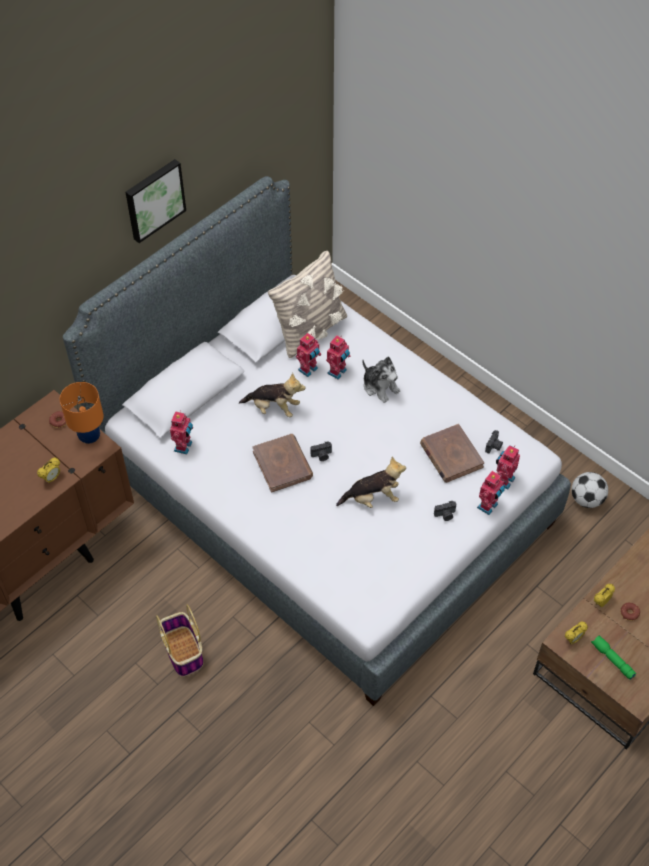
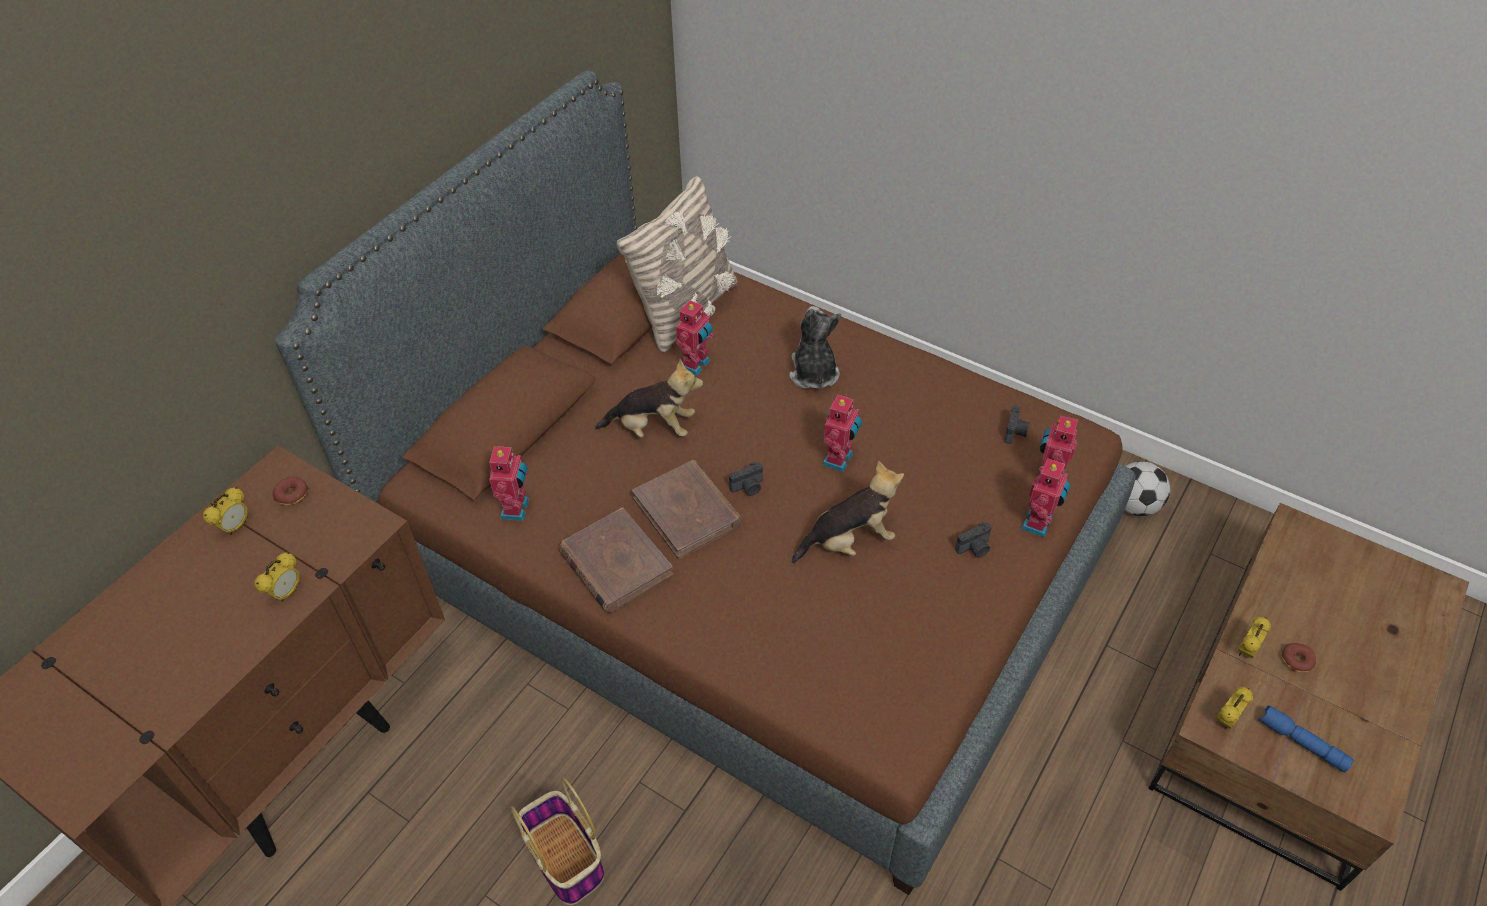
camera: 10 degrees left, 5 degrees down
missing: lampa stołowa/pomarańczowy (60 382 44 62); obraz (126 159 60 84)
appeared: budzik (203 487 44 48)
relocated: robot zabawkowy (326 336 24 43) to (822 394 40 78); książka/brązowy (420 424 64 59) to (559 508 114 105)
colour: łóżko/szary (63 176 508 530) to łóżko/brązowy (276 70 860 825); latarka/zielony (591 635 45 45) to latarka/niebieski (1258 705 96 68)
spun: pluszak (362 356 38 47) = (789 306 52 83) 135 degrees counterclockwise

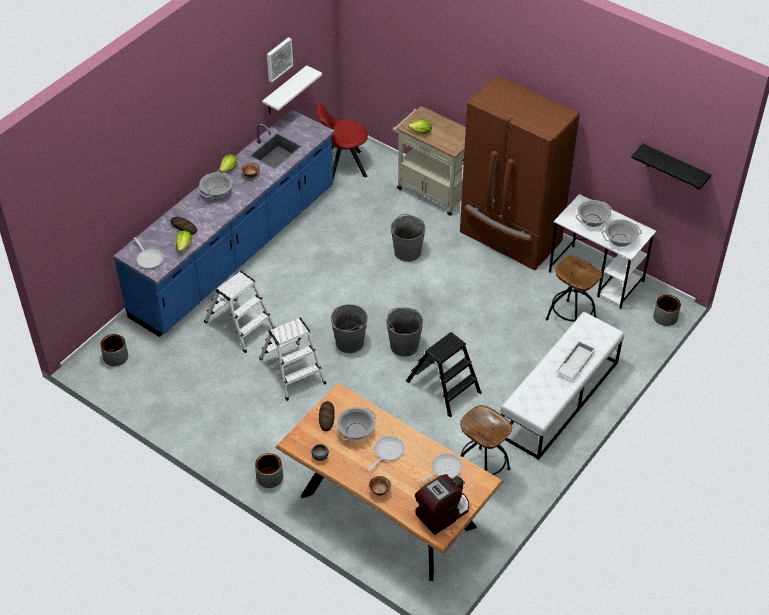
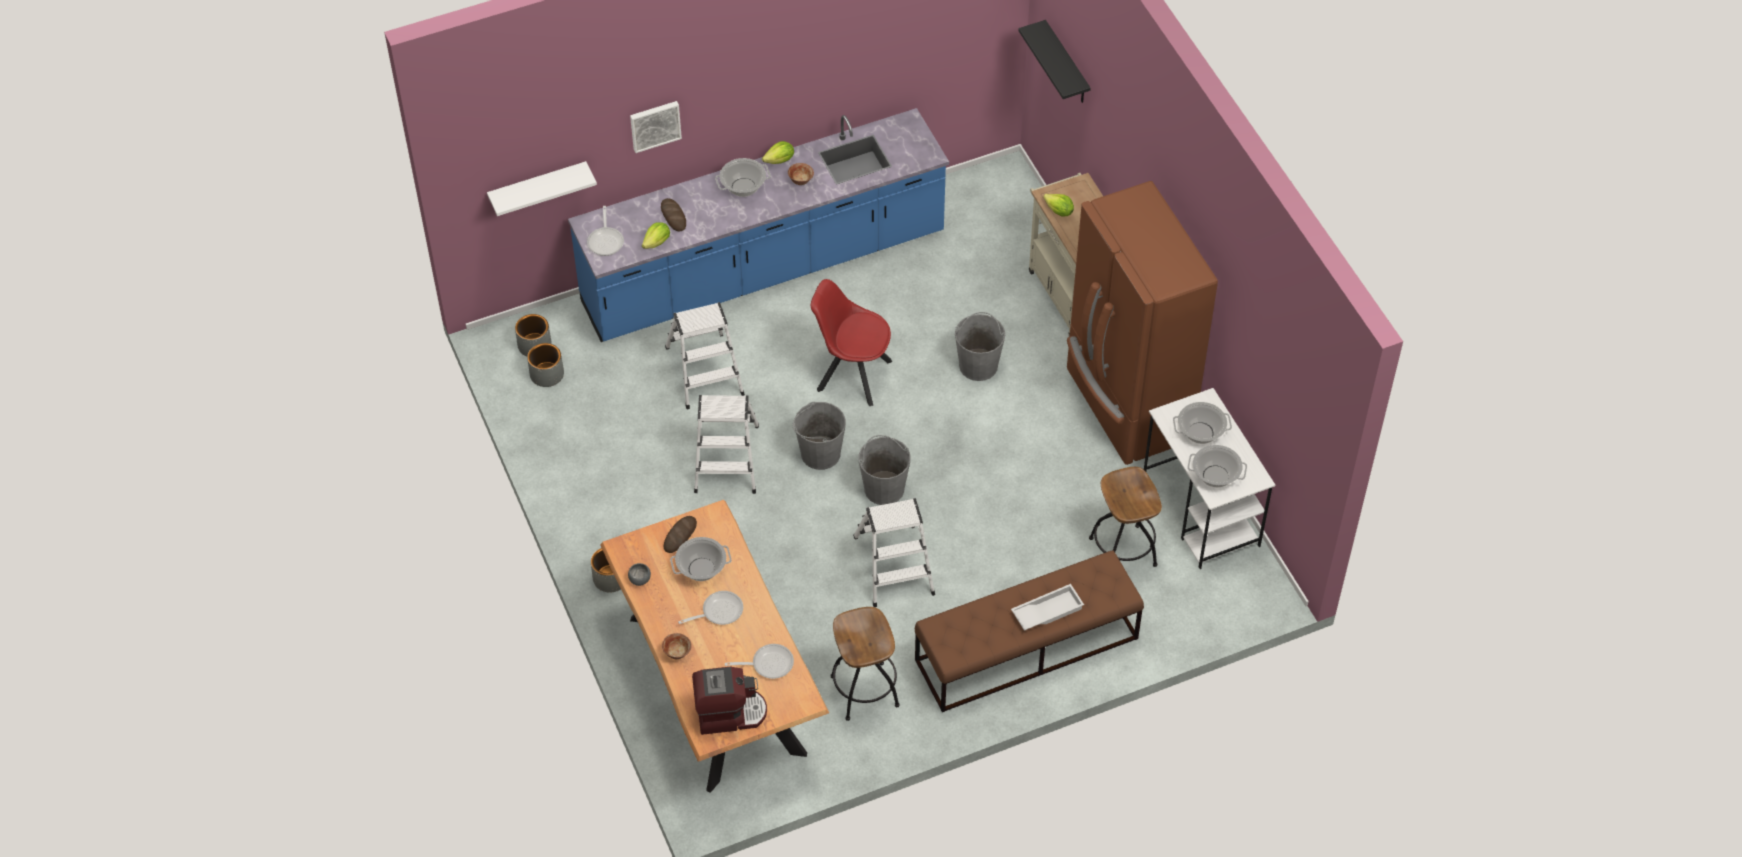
camera: 30 degrees right, 5 degrees up
relocated: półka/biały (262 65 60 49) to (487 161 110 55); obraz (267 37 26 45) to (630 101 52 52); krzesło/czerwony (316 104 52 76) to (811 279 81 127); półka/czarny (631 144 80 45) to (1019 20 72 83); donica/szary (653 295 28 31) to (527 343 37 44)
colour: drabinka/czarny (406 332 76 85) to drabinka/biały (853 498 82 109); ławka/biały (500 312 124 148) to ławka/brązowy (915 551 229 161)

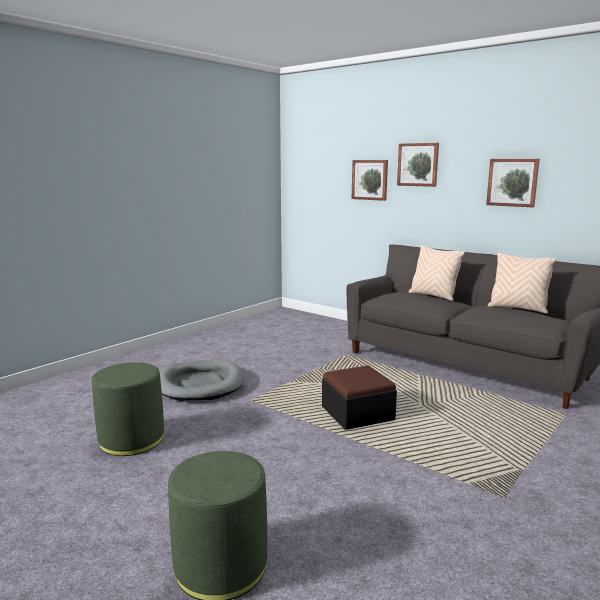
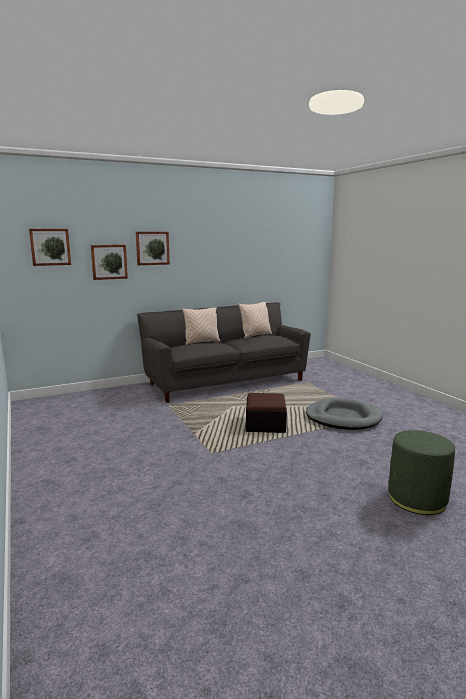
camera: 65 degrees left, 0 degrees up
missing: pufa/zielony (92 362 72 94)
relocated: legowisko/szary (160 360 84 41) to (306 397 77 33); obraz (486 159 54 48) to (29 229 42 37)

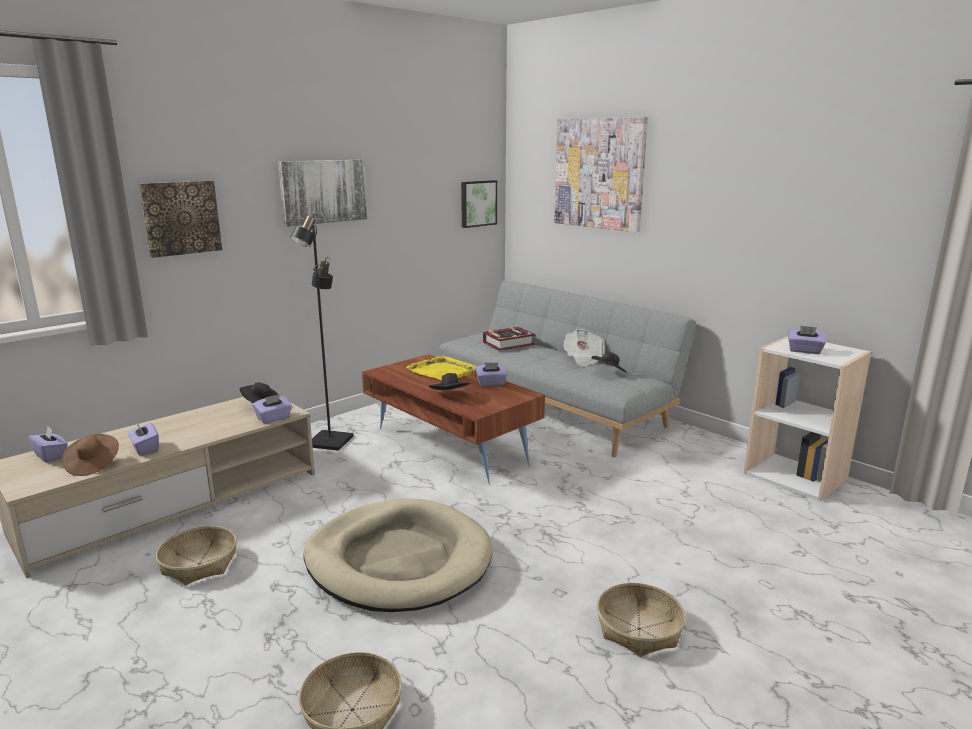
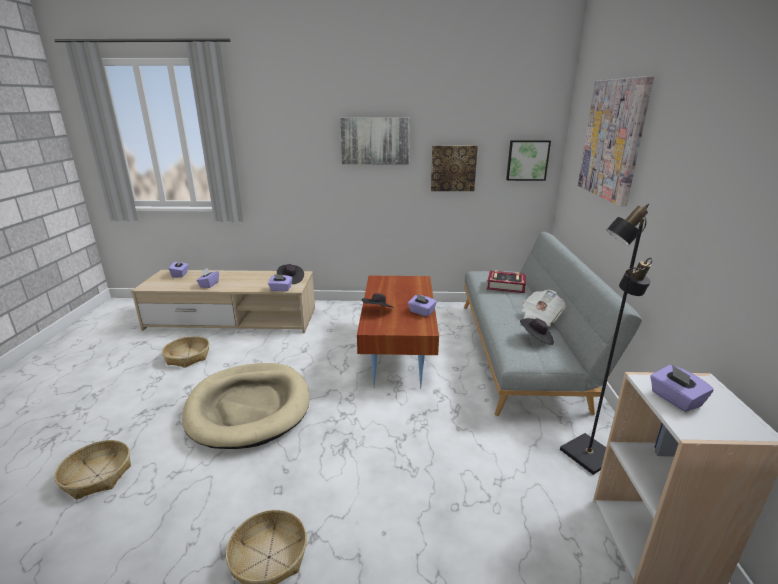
camera: 45 degrees right, 5 degrees up
missing: kapelusz/brązowy (62 434 57 42); taca/żółty (406 355 70 25)
relocated: obraz (139 181 83 77) to (431 145 47 46); lampa stojąca/czarny (290 213 63 238) to (560 203 93 272)

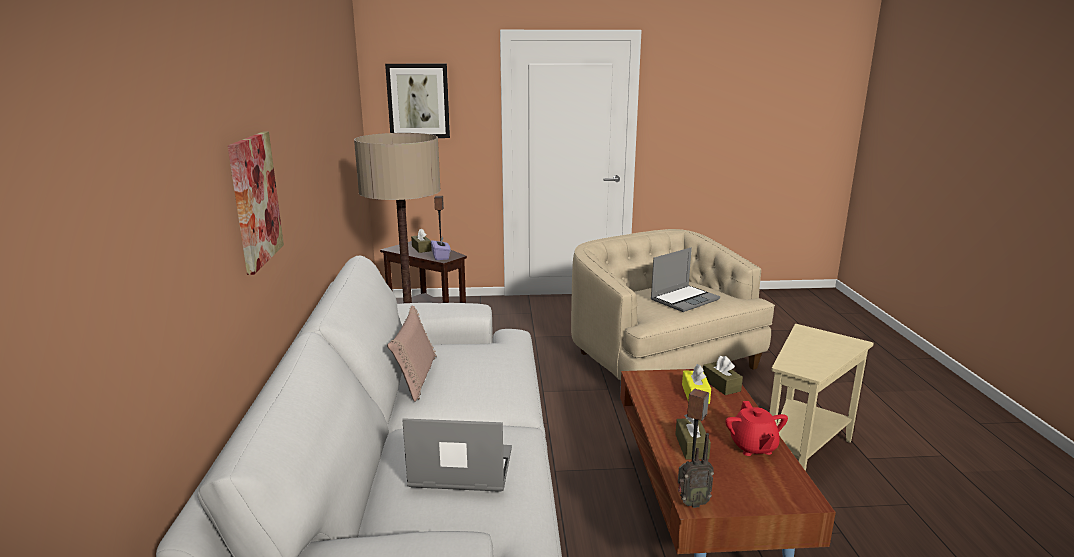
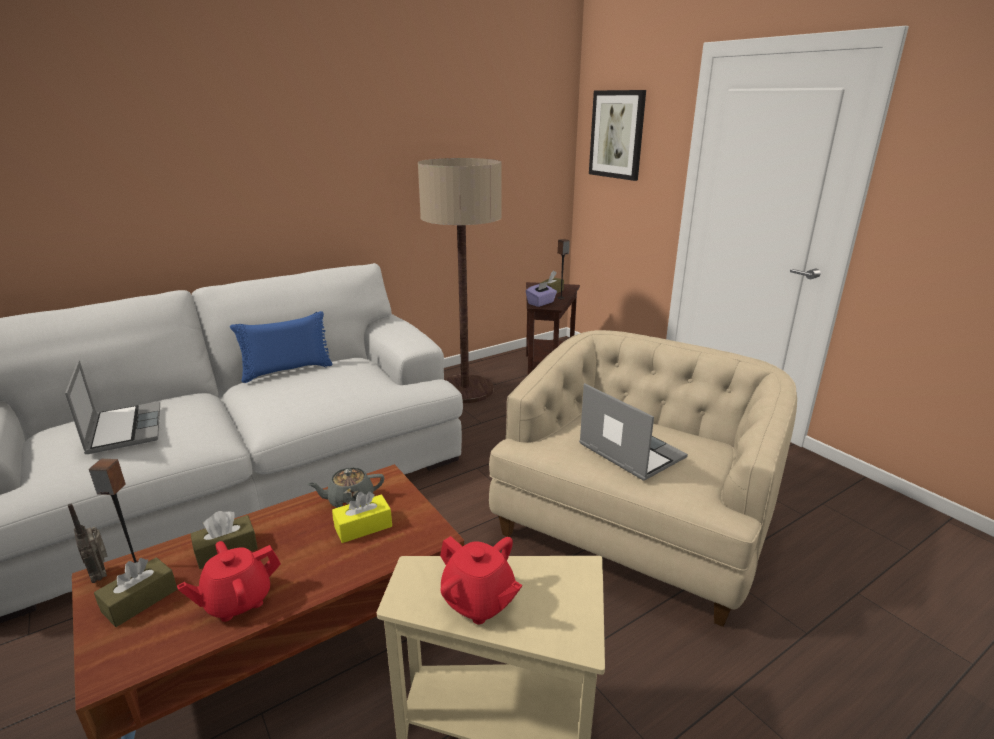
camera: 60 degrees right, 5 degrees up
missing: obraz (227 132 57 143)
appeared: imbryk/szary (307 467 77 41); imbryk/czerwony (440 536 82 88)
relocated: pudełko chusteczek/brązowy (703 356 40 39) to (94 557 83 70)
colour: poduszka/beżowy (387 306 50 95) to poduszka/niebieski (230 311 102 72)
spun: laptop (651 248 69 64) = (579 383 109 98) 150 degrees counterclockwise

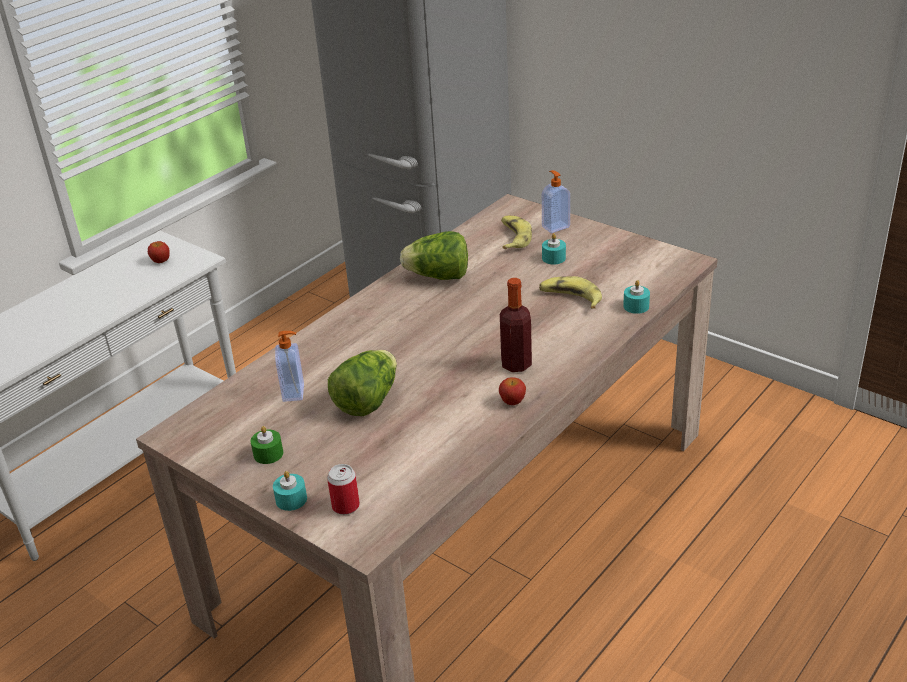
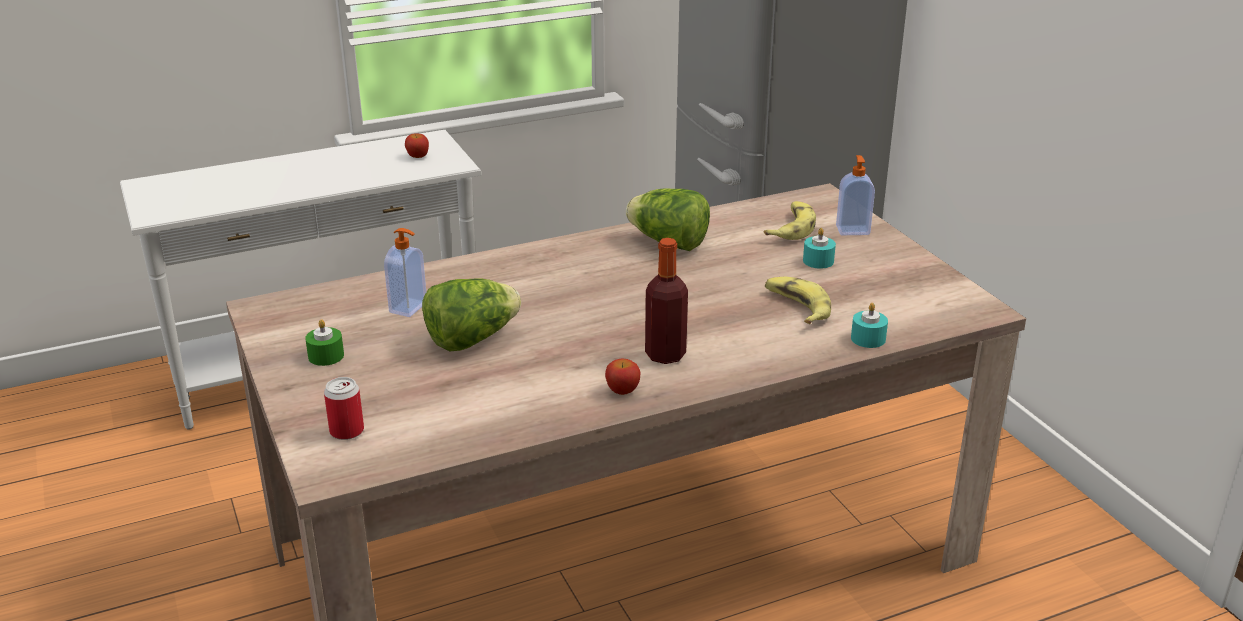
camera: 25 degrees right, 5 degrees down
missing: świeca/turkusowy (273 471 34 40)

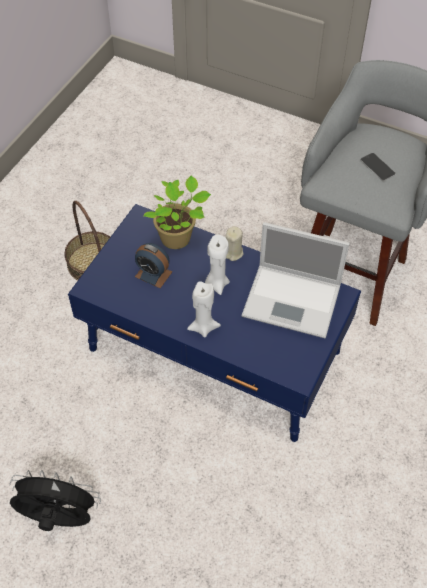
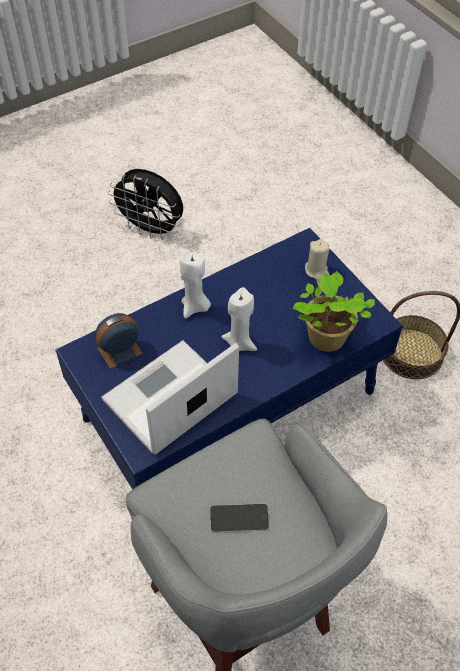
camera: 120 degrees right, 0 degrees up
relocated: budzik (135 243 37 45) to (95 313 48 56); świeca/beżowy (226 226 17 35) to (305 239 24 40)
spun: wentylator/czarny (9 470 92 61) = (108 169 75 71) 75 degrees clockwise

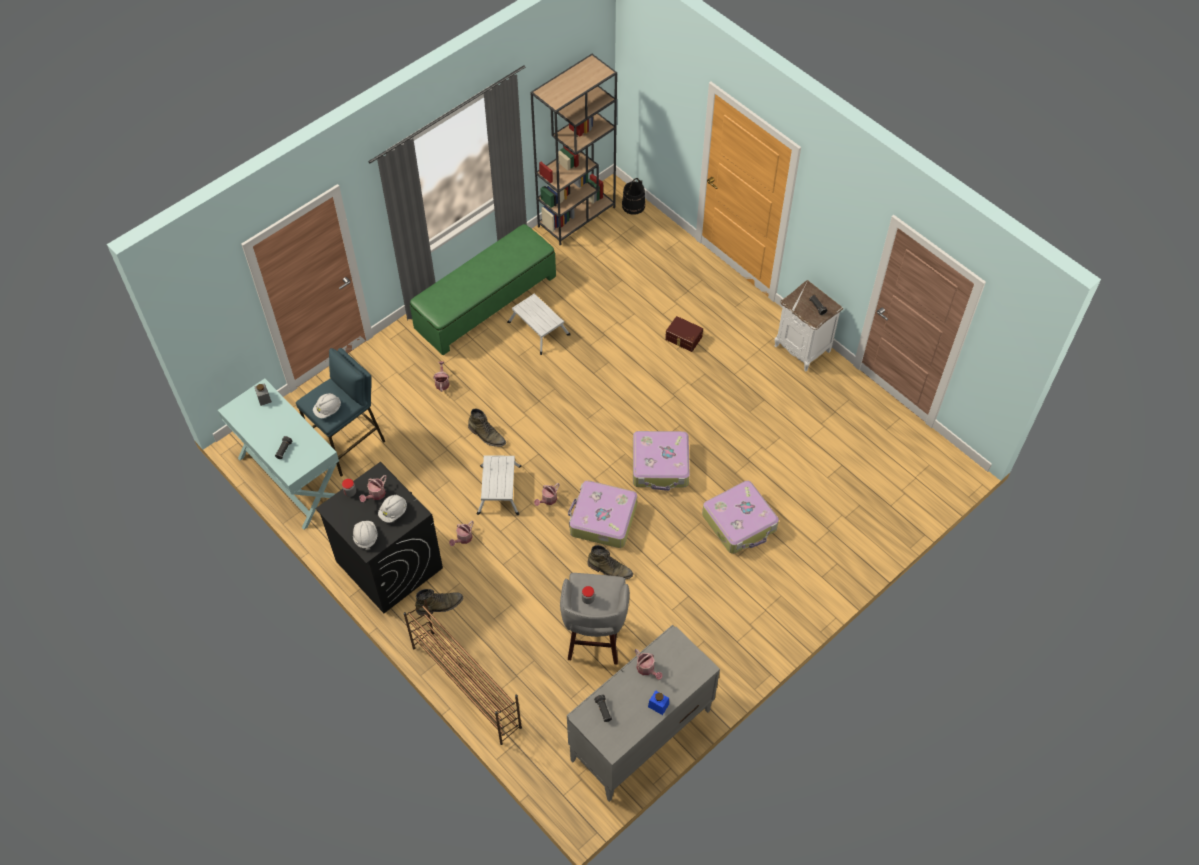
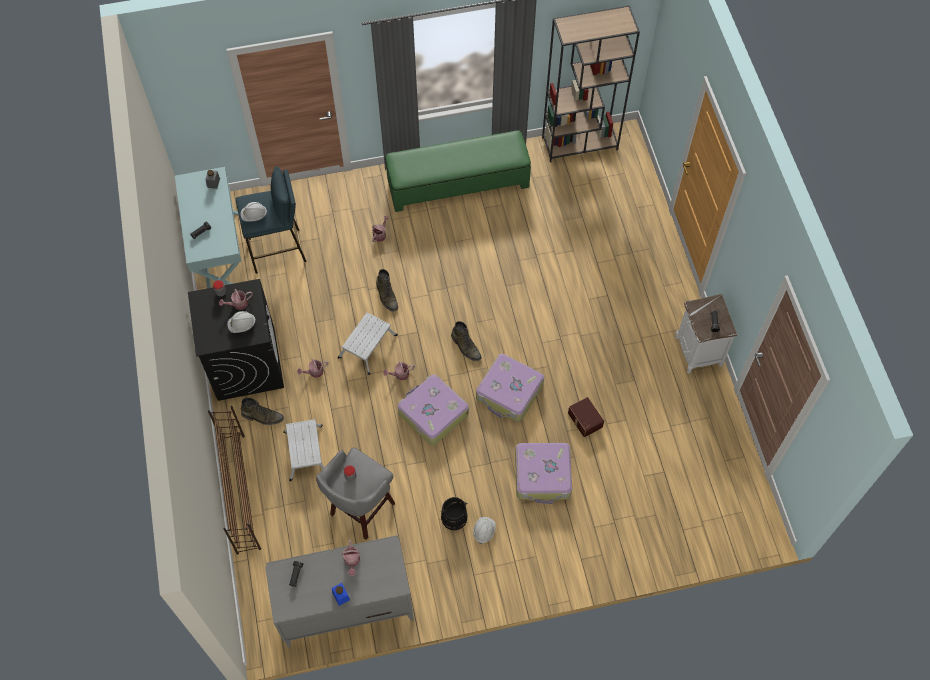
camera: 30 degrees right, 5 degrees up
relocated: kask/biały (353 521 24 29) to (473 517 22 27); drabinka/biały (507 293 64 62) to (283 419 42 63); but z cholewką/zielony (587 545 46 35) to (451 321 31 40); wiadro/czarny (622 178 23 37) to (441 497 27 33); pojemnik do przechowywania/brązowy (665 316 38 36) to (568 397 36 40)

